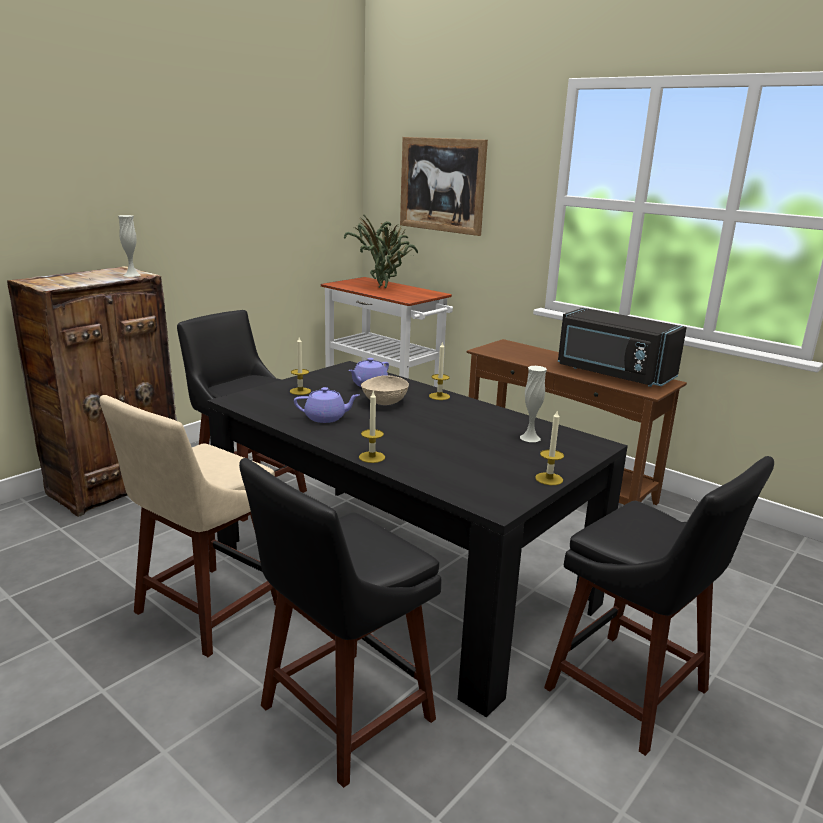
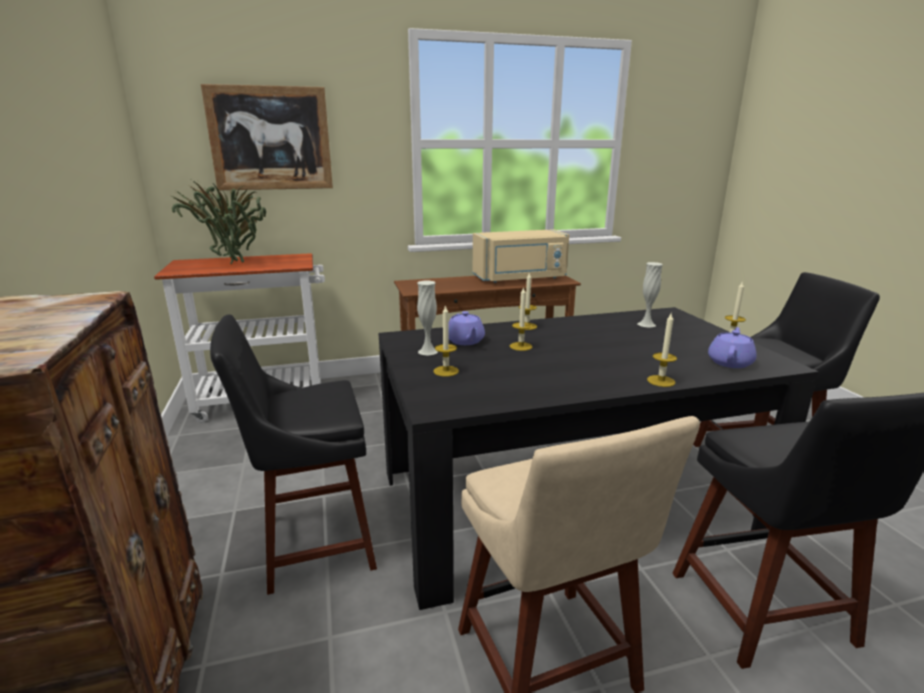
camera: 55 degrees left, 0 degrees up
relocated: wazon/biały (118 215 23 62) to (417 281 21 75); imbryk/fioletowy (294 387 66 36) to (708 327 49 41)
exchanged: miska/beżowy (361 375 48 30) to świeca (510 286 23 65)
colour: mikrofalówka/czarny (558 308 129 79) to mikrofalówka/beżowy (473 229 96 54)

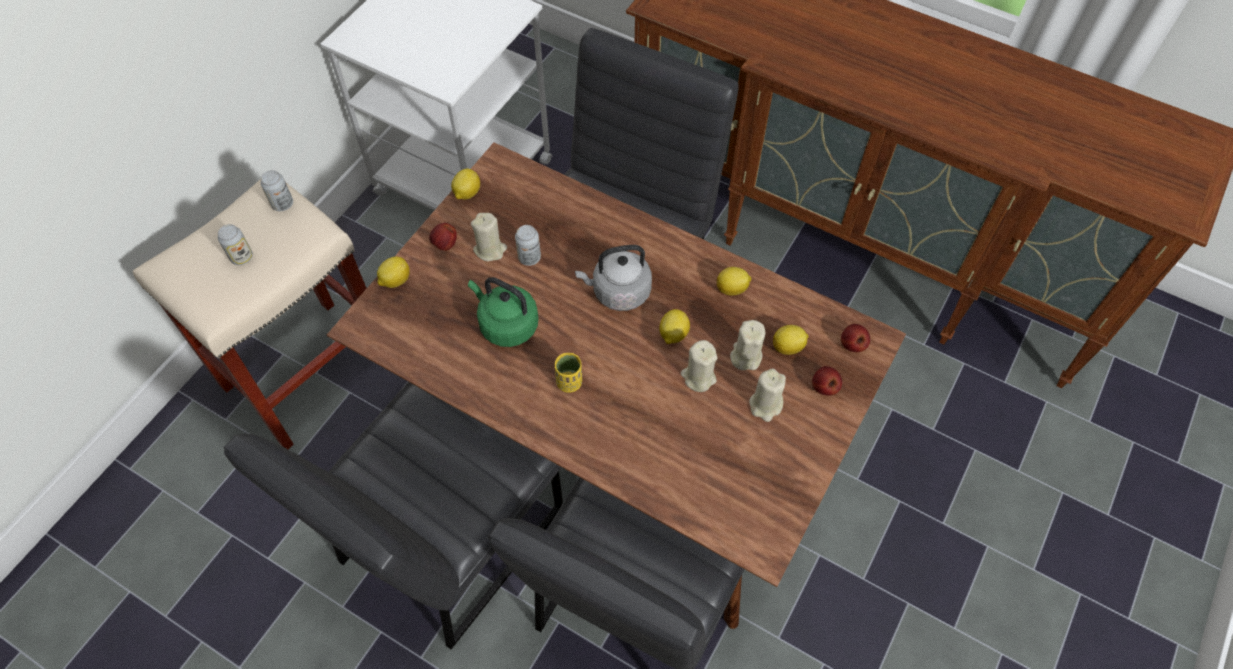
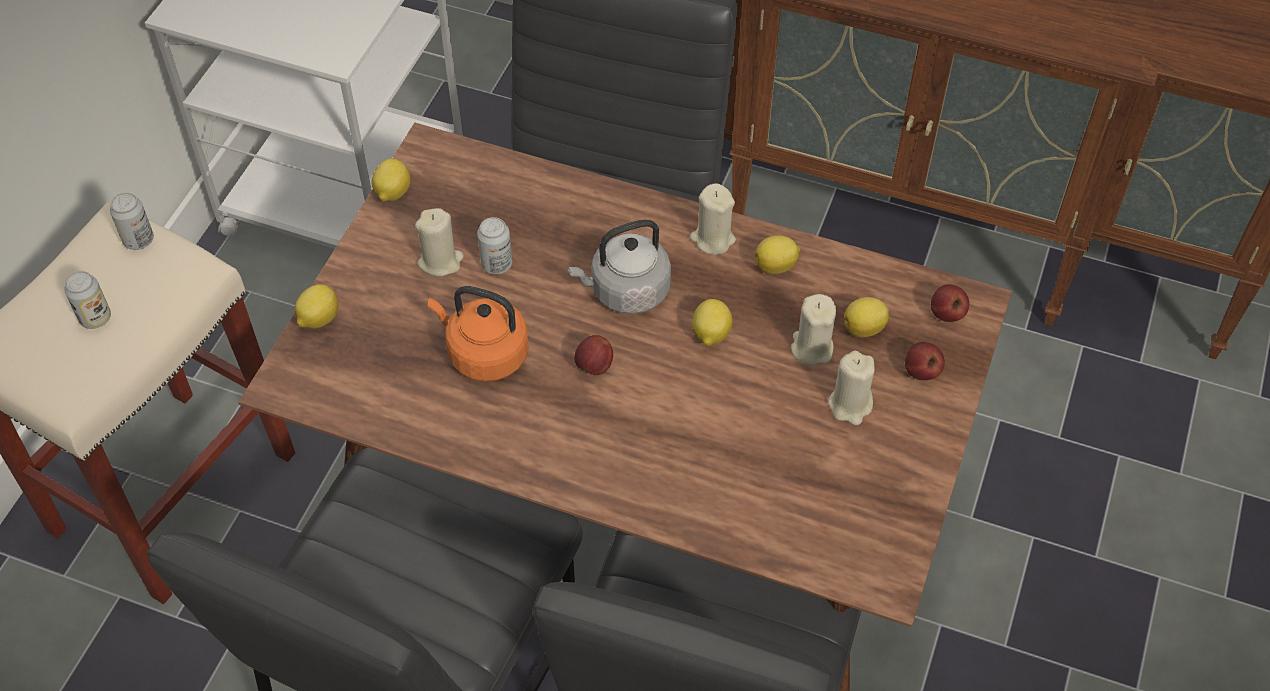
camera: 10 degrees left, 5 degrees down
missing: filiżanka/żółty (555 353 27 40)
relocated: jabłko (429 223 28 28) to (574 335 39 40); świeca/beżowy (681 340 37 52) to (690 183 46 72)
colour: czajnik/zielony (468 277 71 70) to czajnik/pomarańczowy (428 286 101 95)

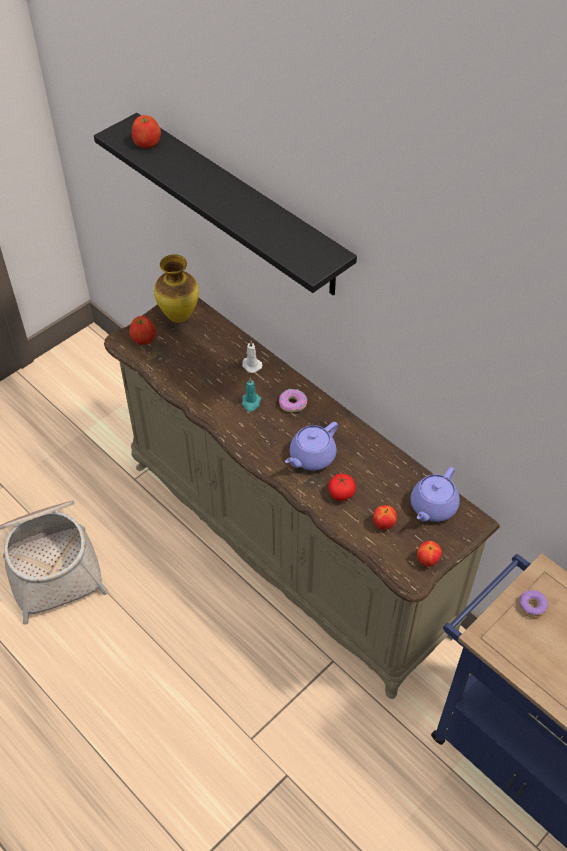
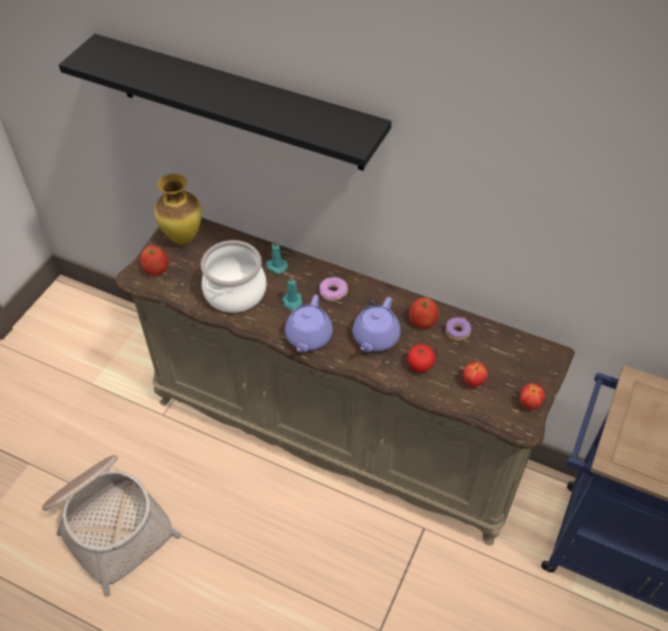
camera: 20 degrees left, 0 degrees up
appeared: garnek (201 240 65 73)
relocated: jabłko (132 115 29 34) to (409 297 29 32); imbryk/fioletowy (410 467 50 55) to (285 295 48 58); donut (519 590 29 28) to (446 317 25 24)
colour: świeca/biały (242 341 20 32) to świeca/turkusowy (266 241 22 33)

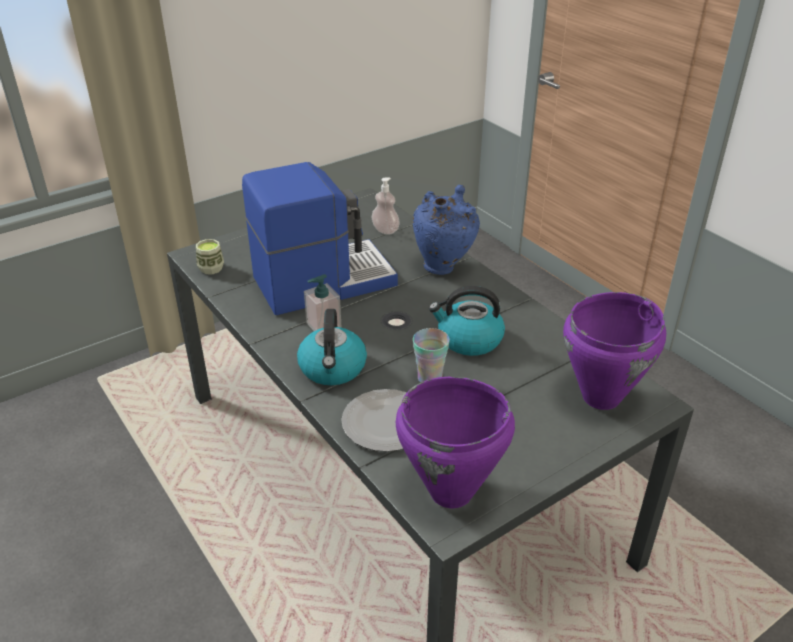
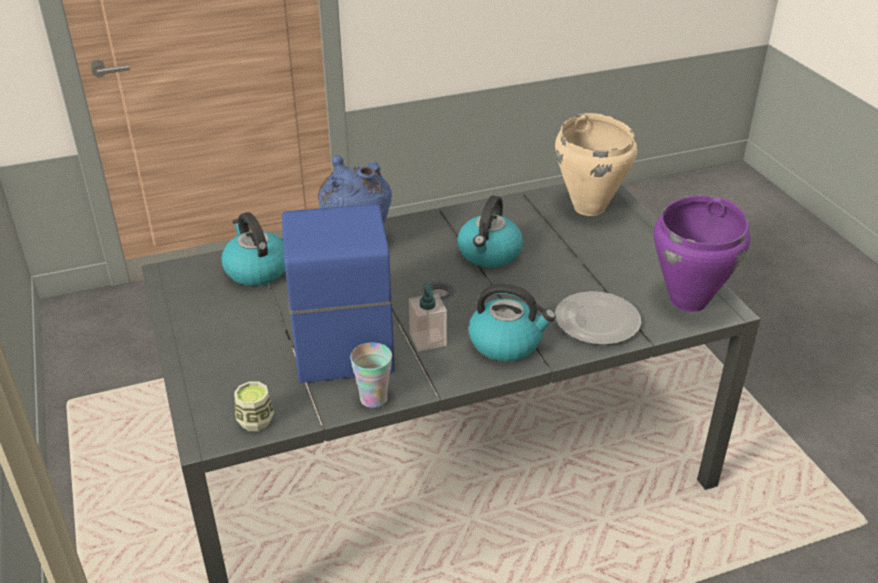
camera: 75 degrees left, 0 degrees up
relocated: filiżanka (413 328 37 55) to (350 342 42 66)
exchanged: dozownik mydła (371 177 29 57) to czajnik (221 212 64 74)
colour: garnek/fioletowy (563 292 103 118) to garnek/beżowy (555 113 82 103)

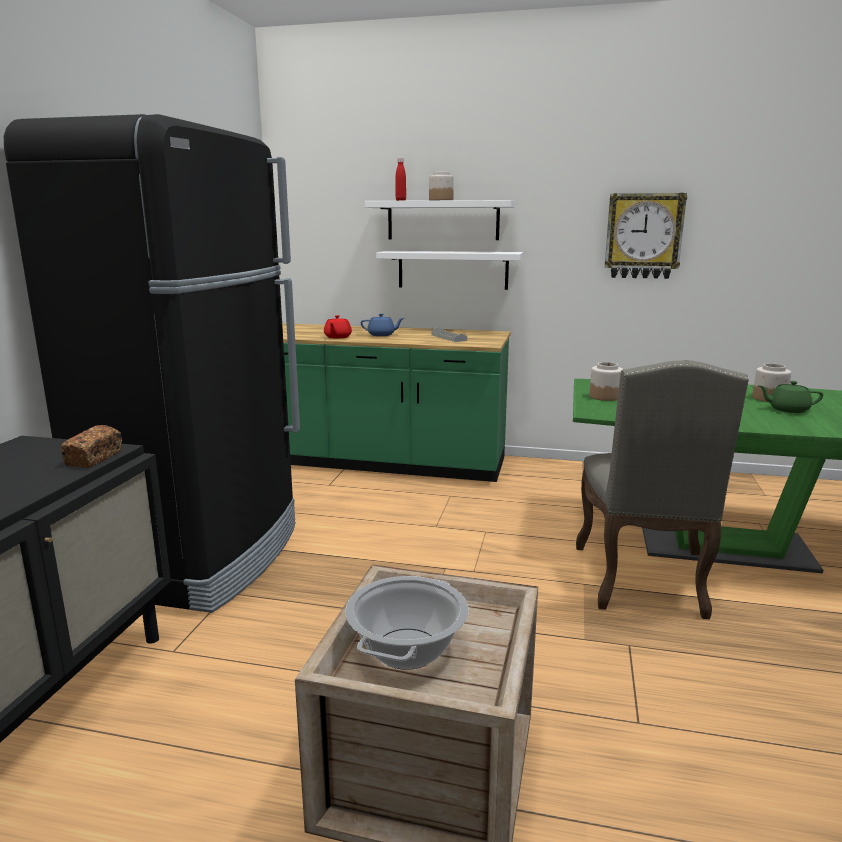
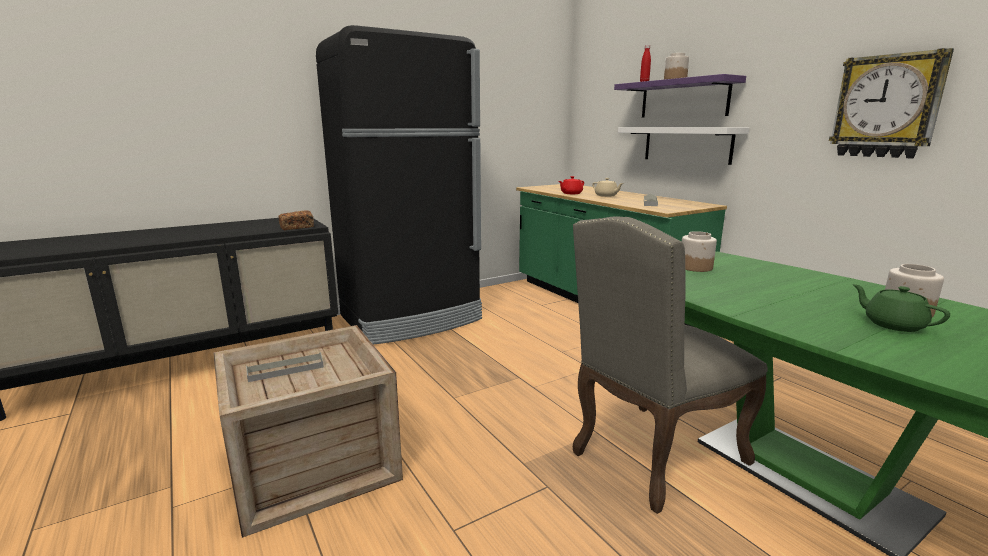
camera: 45 degrees right, 0 degrees up
exchanged: garnek (345 576 124 94) to taca/szary (246 352 78 30)
colour: imbryk/niebieski (361 314 43 22) to imbryk/beżowy (592 178 32 19); półka/biały (365 200 150 40) to półka/fioletowy (614 74 132 44)

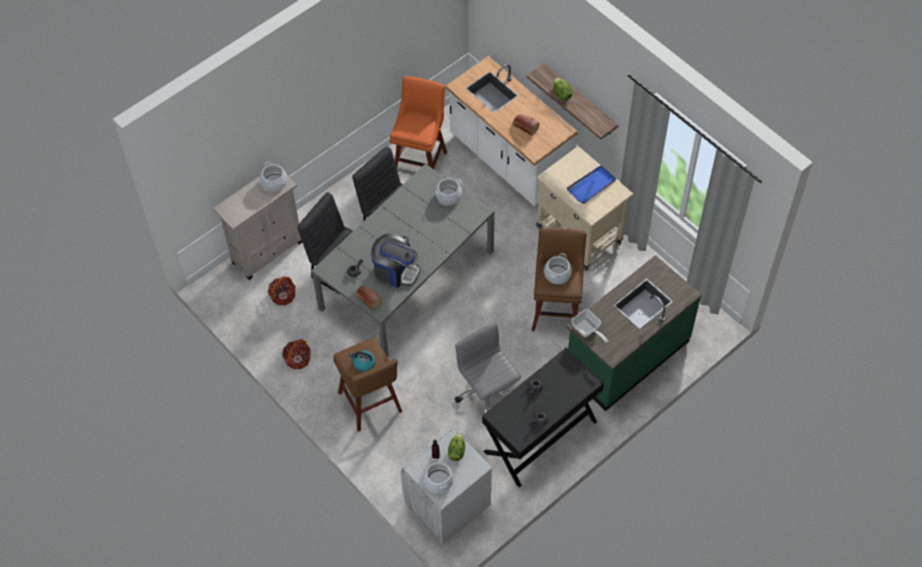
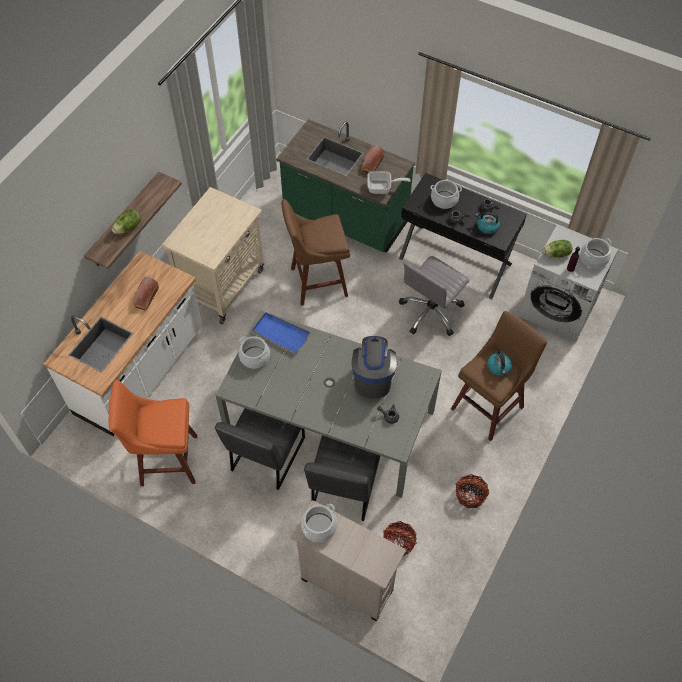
camera: 110 degrees left, 0 degrees up
appeared: czajnik (475 212 25 22)
relocated: chleb (356 286 26 24) to (361 145 24 28); garnek (544 253 28 31) to (431 180 31 29); taca/niebieski (567 165 49 39) to (252 312 58 42)
spun: patelnia (572 309 36 34) = (367 171 44 23) 60 degrees clockwise

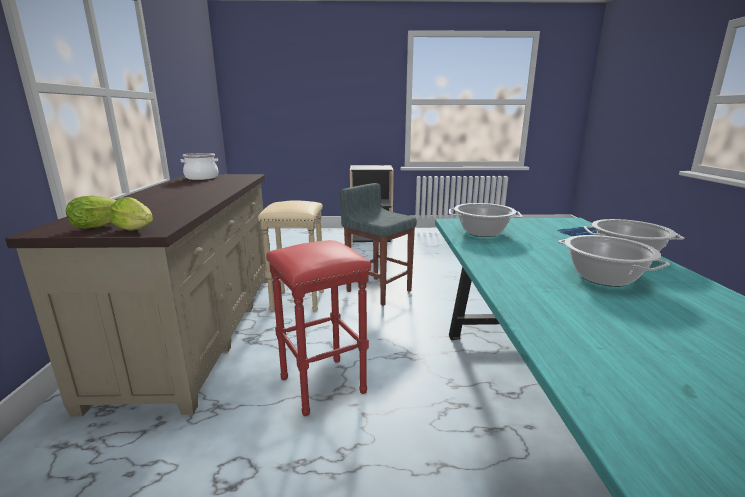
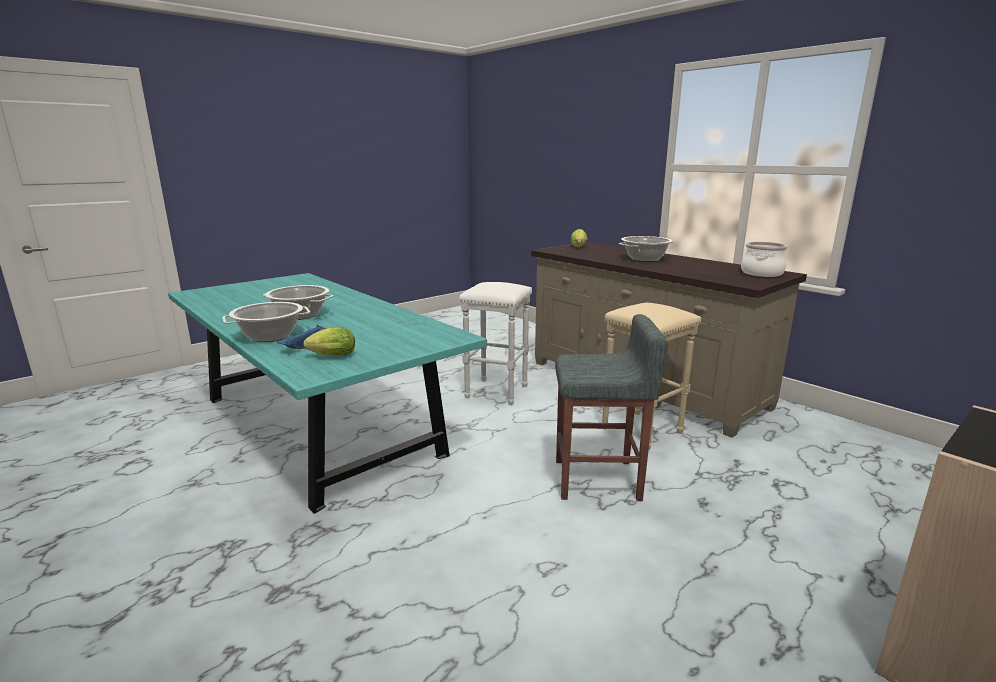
camera: 140 degrees right, 0 degrees up
relocated: sałata (110 197 43 34) to (303 327 52 29); garnek (449 203 74 34) to (619 236 55 26)
colour: stołek/czerwony (266 240 105 176) to stołek/biały (459 282 73 123)

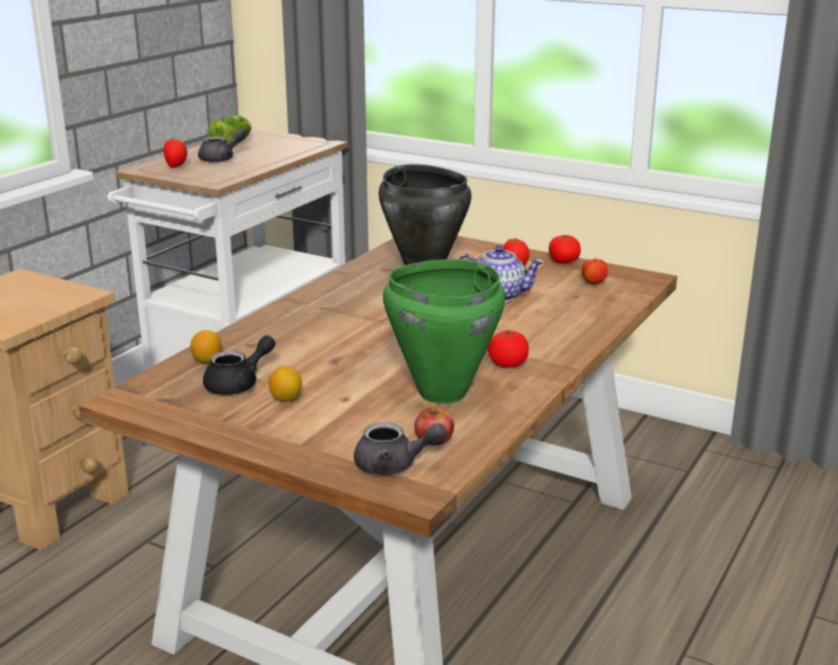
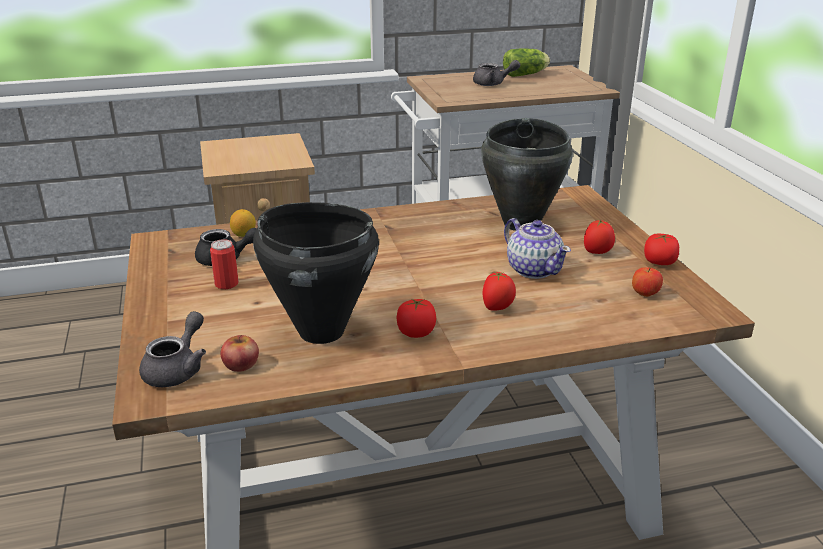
camera: 45 degrees right, 5 degrees up
relocated: pomidor (164 138 23 30) to (483 272 33 39)
exchanged: cytryna (269 366 33 36) to puszka (210 239 29 50)
colour: garnek/zielony (383 259 122 145) to garnek/czarny (253 202 126 142)
spun: imbryk/szary (354 422 93 53) = (139 311 67 76) 120 degrees counterclockwise

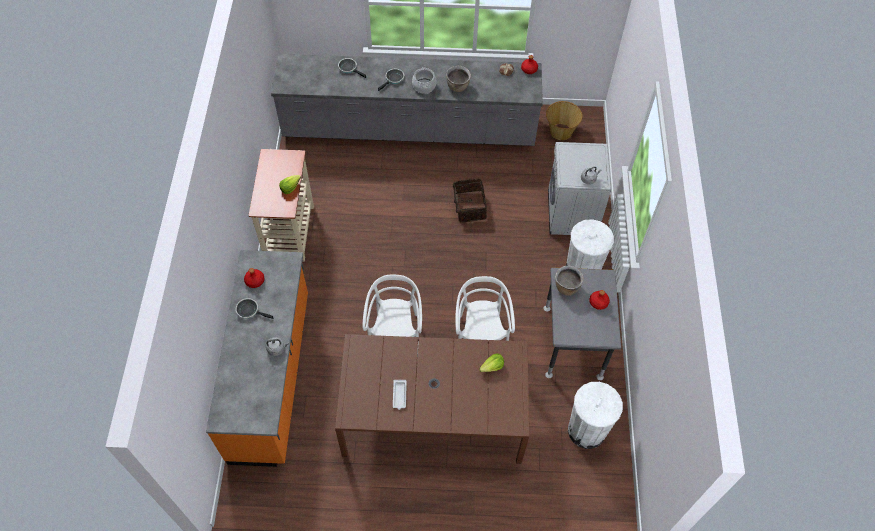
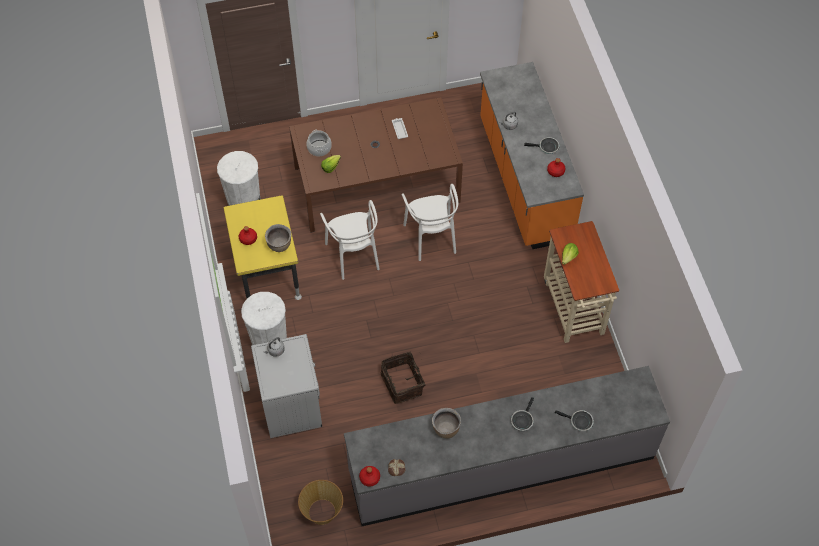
camera: 165 degrees right, 0 degrees up
relocated: garnek (412 67 25 27) to (306 130 26 26)
colour: biurko/szary (543 268 78 112) to biurko/żółty (224 195 78 105)

